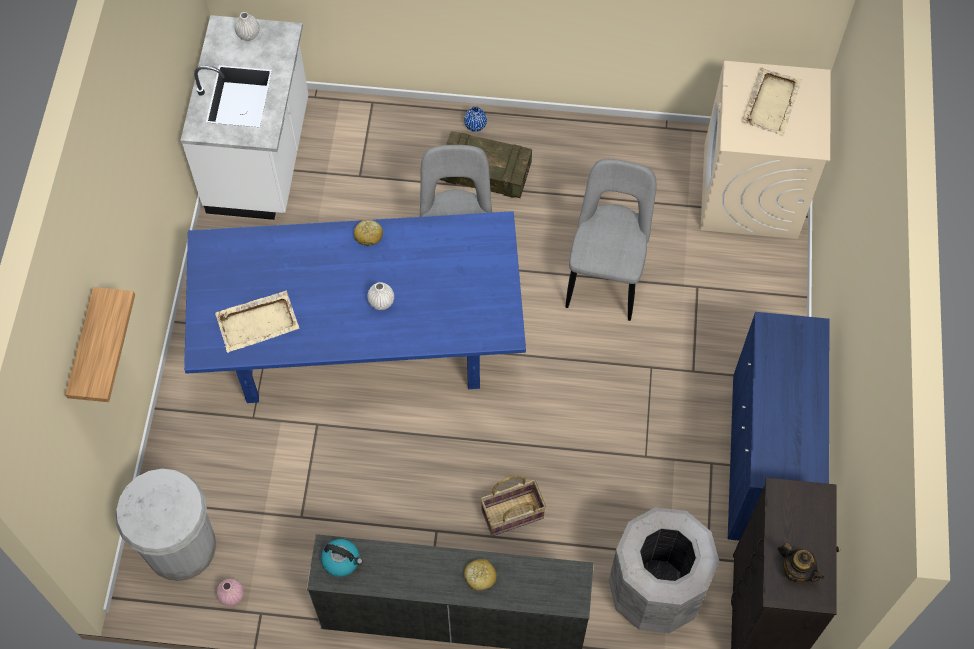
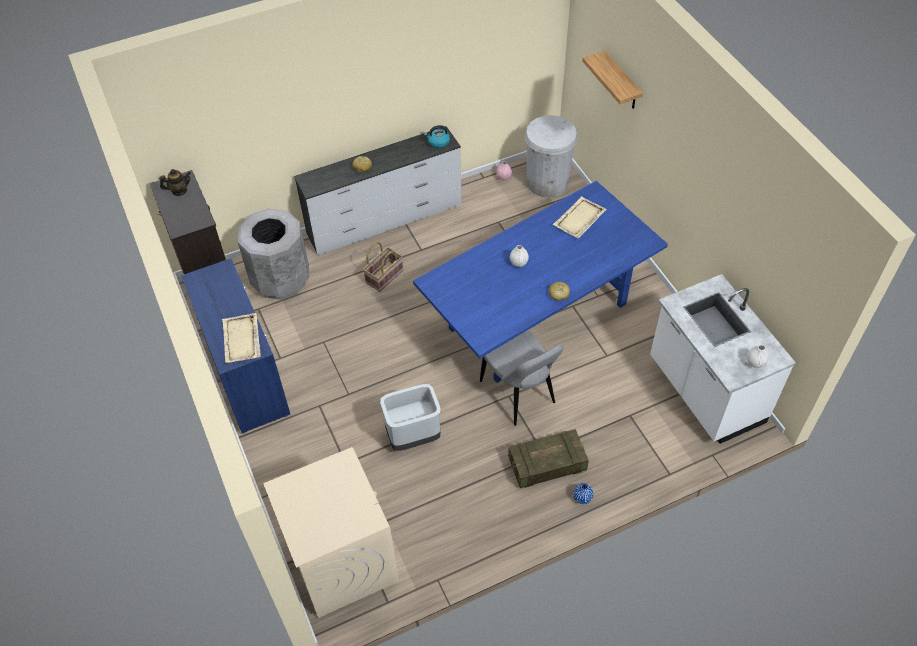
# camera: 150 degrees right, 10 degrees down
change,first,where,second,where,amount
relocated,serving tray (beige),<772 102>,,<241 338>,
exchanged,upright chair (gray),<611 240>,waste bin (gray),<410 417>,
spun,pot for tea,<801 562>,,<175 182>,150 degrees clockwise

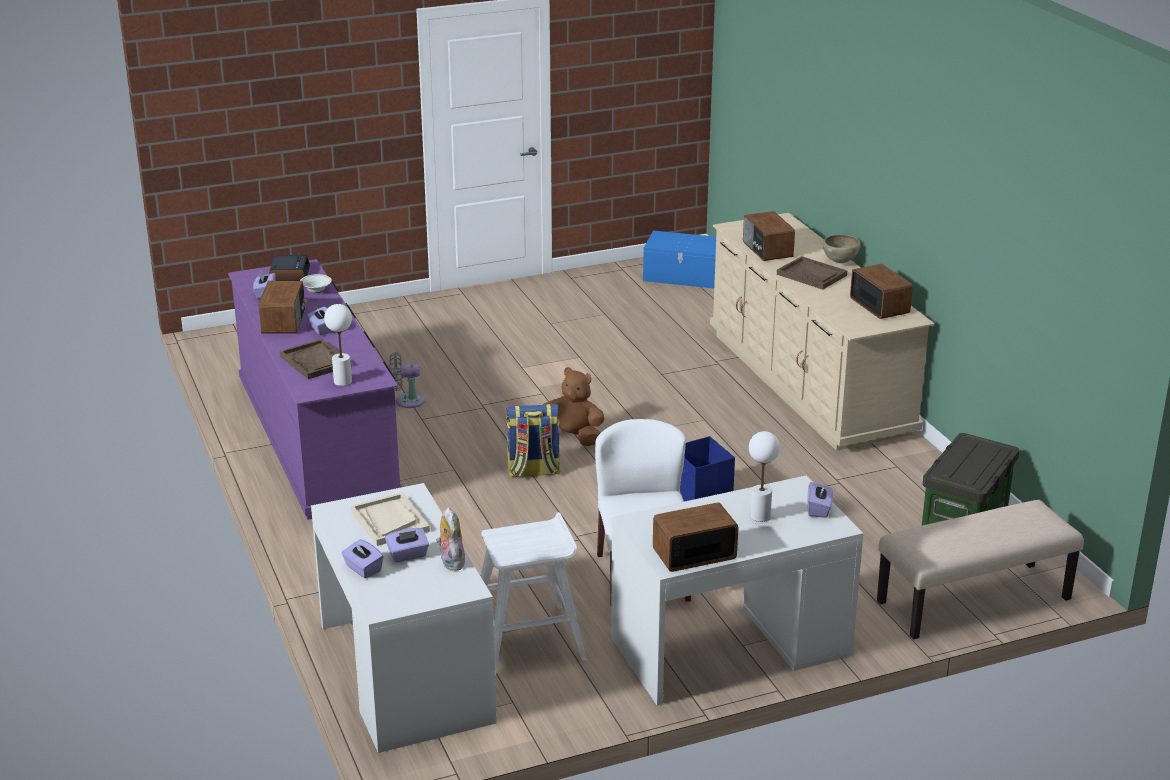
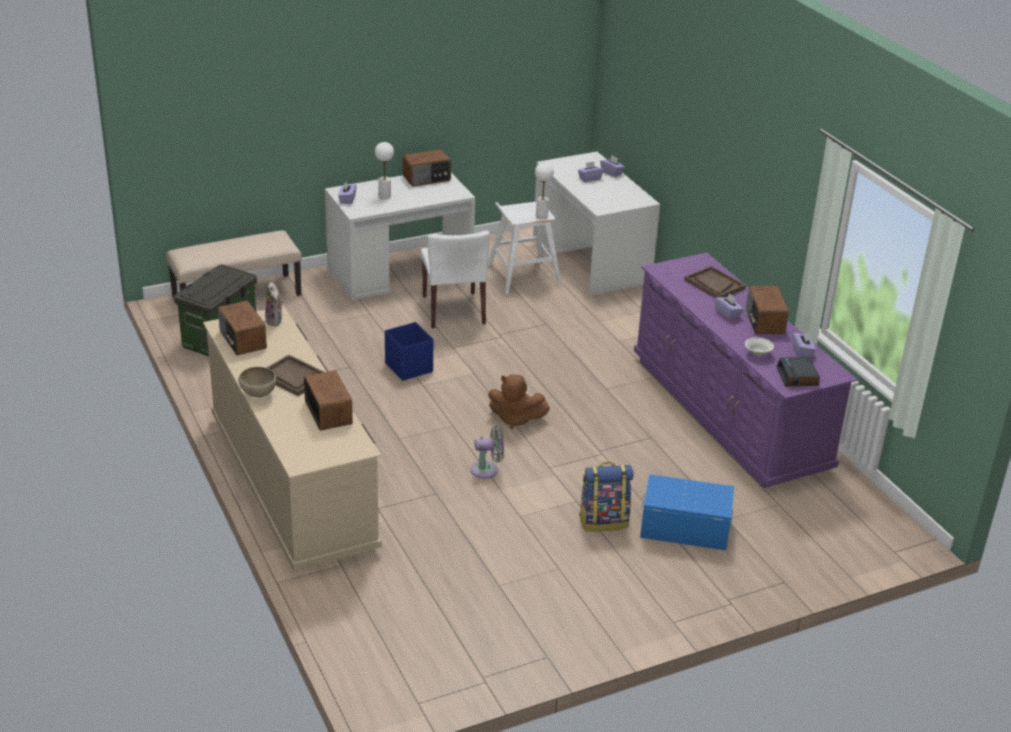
# camera: 175 degrees right, 5 degrees up
change,first,where,second,where,amount
relocated,storage bin (bluish),<679 260>,,<687 512>,
relocated,lamp for a table (white),<338 345>,,<544 190>,
relocated,fan (gray),<407 380>,,<487 452>,
relocated,rucksack,<533 440>,,<606 497>,
missing,serving tray (beige),<390 519>,,,
relocated,cuddly toy,<450 539>,,<274 304>,

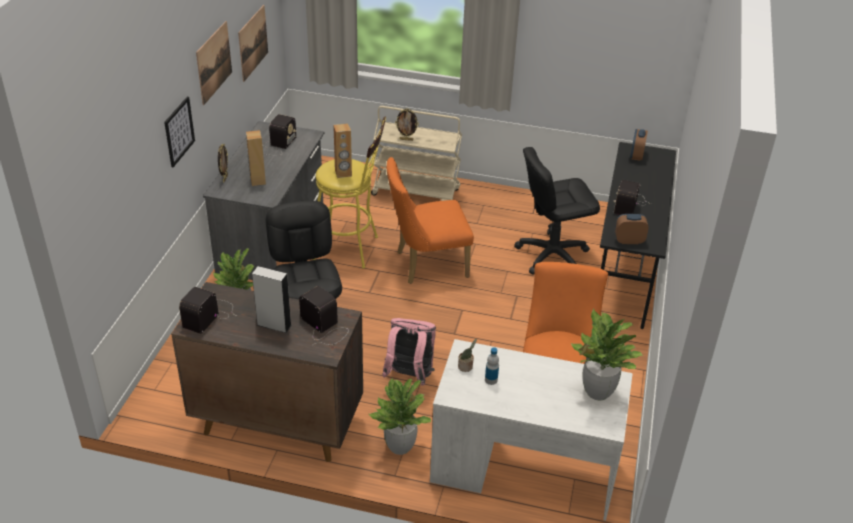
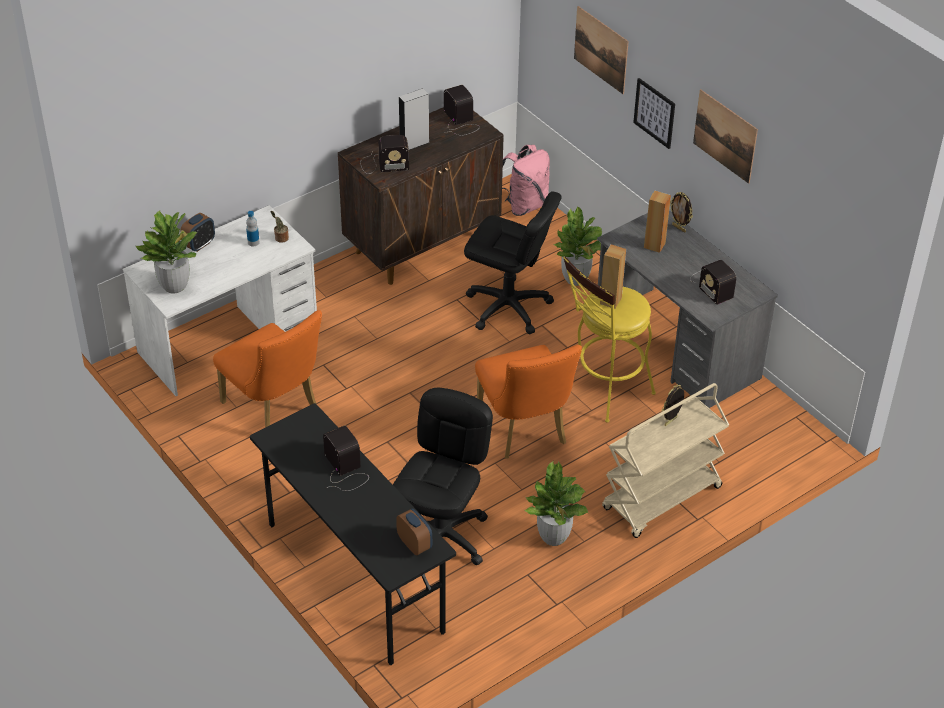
# camera: 130 degrees right, 5 degrees up
change,first,where,second,where,amount
relocated,picture,<253 43>,,<601 50>,
spun,upright chair (orange),<430 220>,,<528 402>,135 degrees clockwise
relocated,table clock,<632 229>,,<198 232>,
relocated,rucksack (pink-coloured),<409 352>,,<526 180>,
relocated,houseplant,<399 416>,,<556 504>,

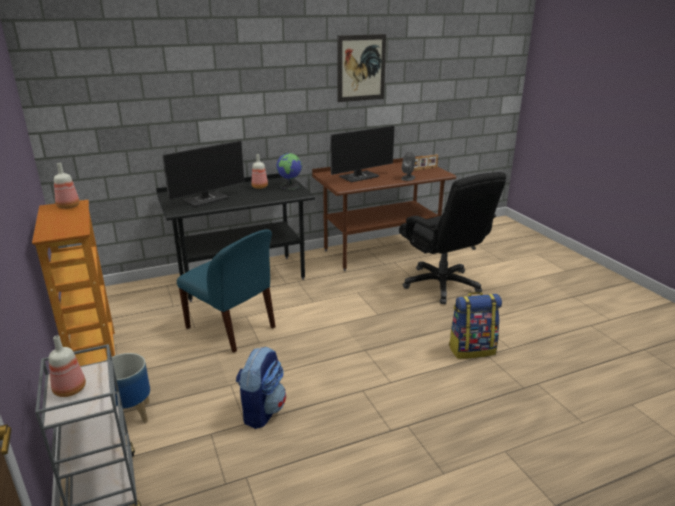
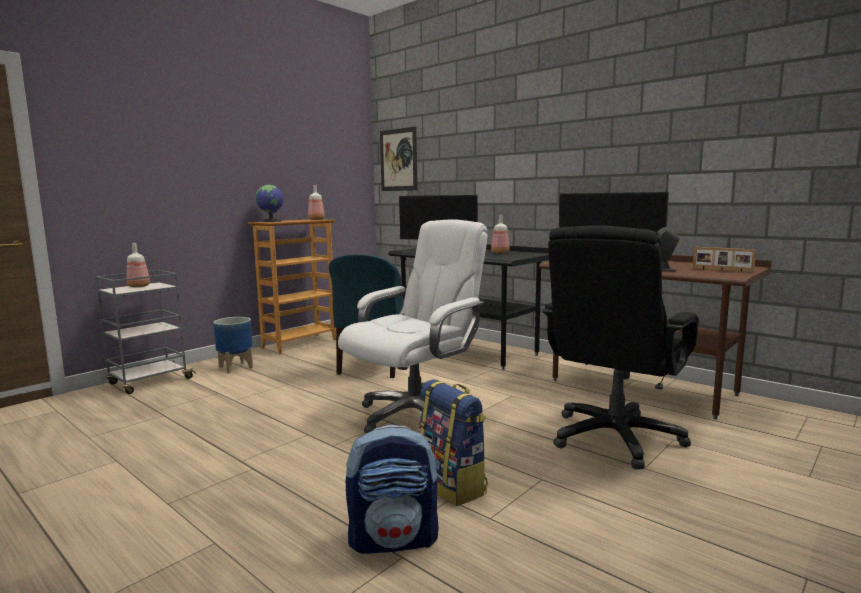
# camera: 65 degrees right, 15 degrees down
change,first,where,second,where,amount
relocated,picture,<362 68>,,<399 158>,
relocated,globe,<289 171>,,<269 203>,
relocated,rucksack,<260 387>,,<392 489>,
appeared,,,computer chair (white),<413 326>,

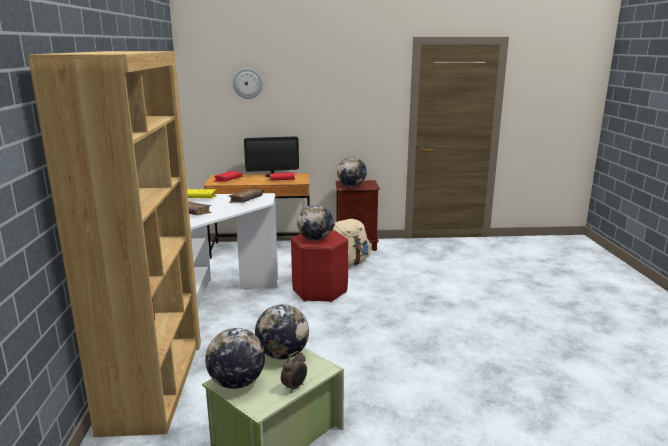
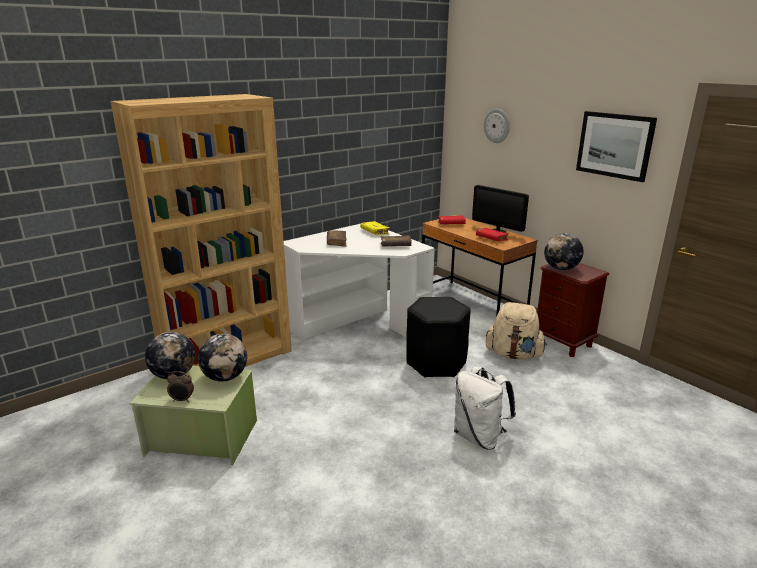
# camera: 55 degrees right, 5 degrees up
change,first,where,second,where,amount
missing,globe,<315 222>,,,
colour,stool seat (reddish),<319 266>,stool seat (blackish),<438 337>,
appeared,,,picture,<616 146>,
appeared,,,rucksack (white),<485 408>,

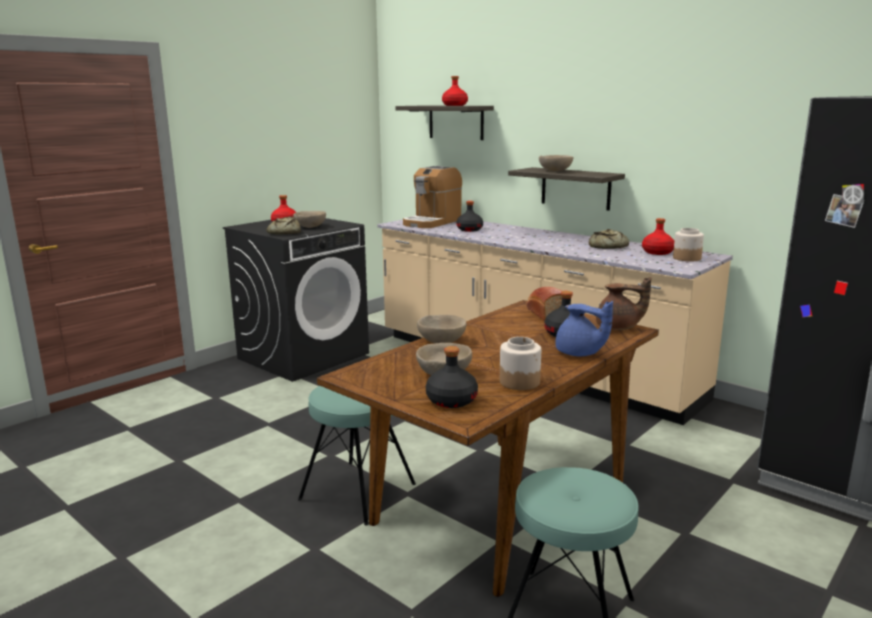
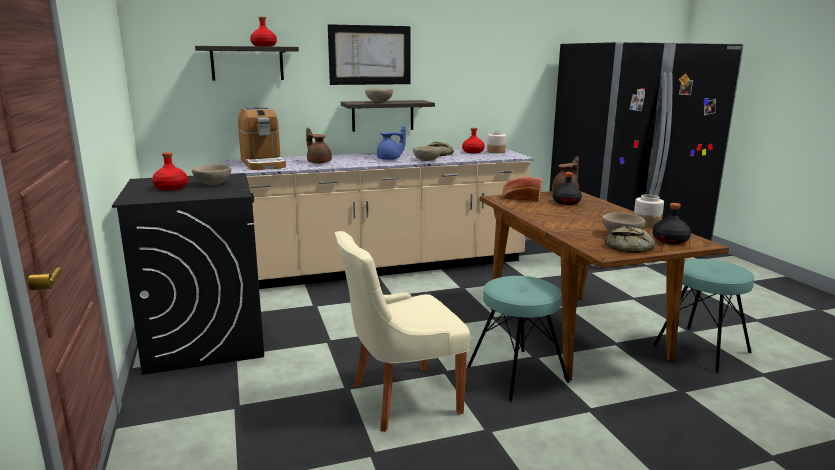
# camera: 60 degrees left, 0 degrees up
change,first,where,second,where,amount
exchanged,beverage bottle (blackish),<469 216>,pot for tea (brown-coloured),<319 146>,
relocated,bread,<283 225>,,<629 239>,
relocated,pot for tea (bluish),<584 328>,,<391 143>,
relocated,deep dish (beige),<441 329>,,<427 153>,
appeared,,,picture,<369 54>,
appeared,,,upright chair (beige),<402 331>,

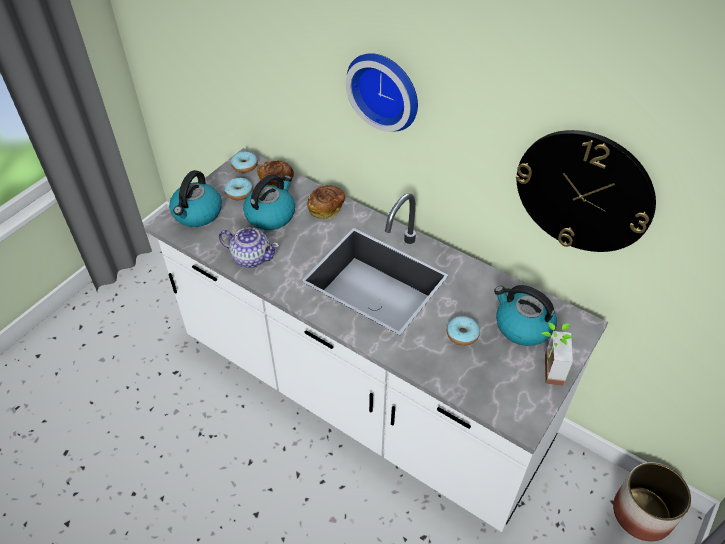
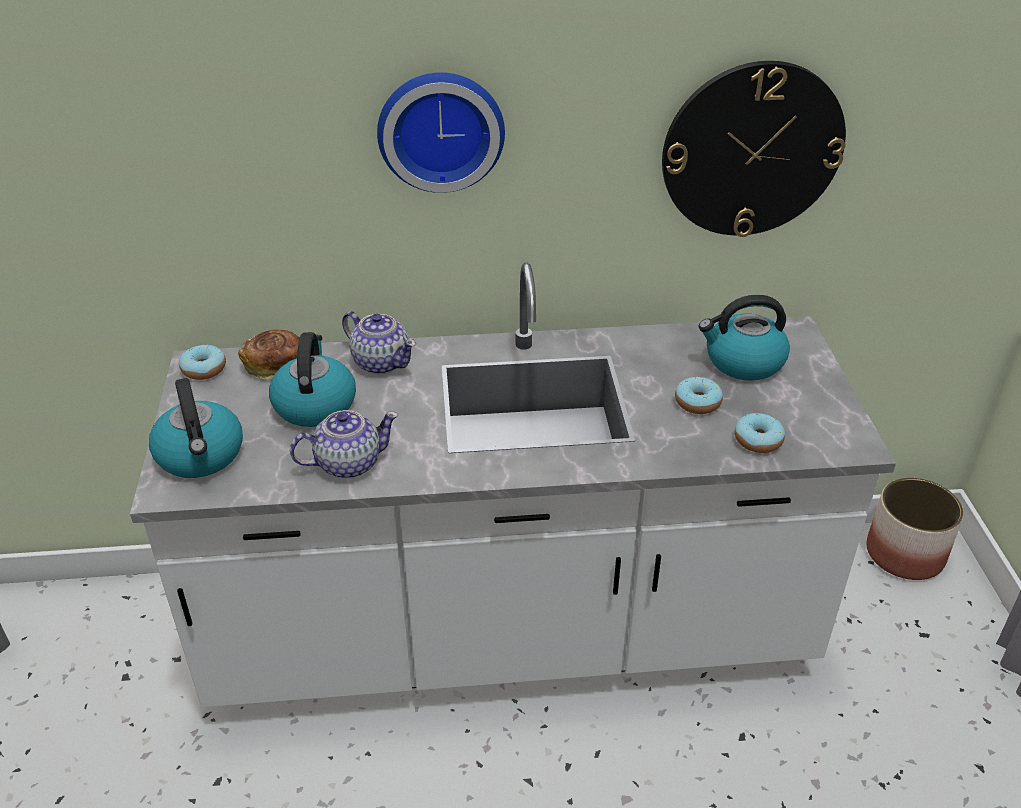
# camera: 40 degrees left, 10 degrees down
change,first,where,second,where,amount
relocated,doughnut,<239 189>,,<760 433>,
exchanged,bread,<326 202>,pot for tea,<379 342>,
missing,houseplant,<557 354>,,,

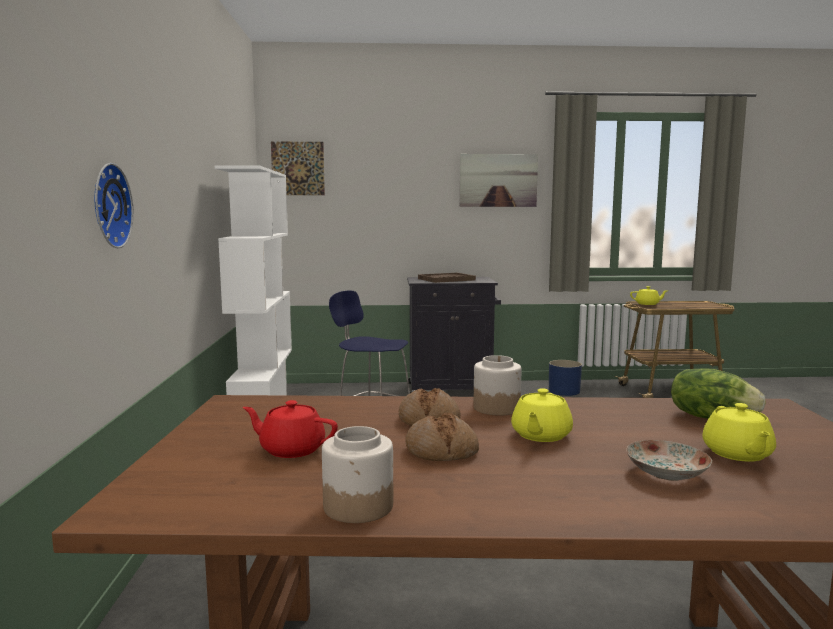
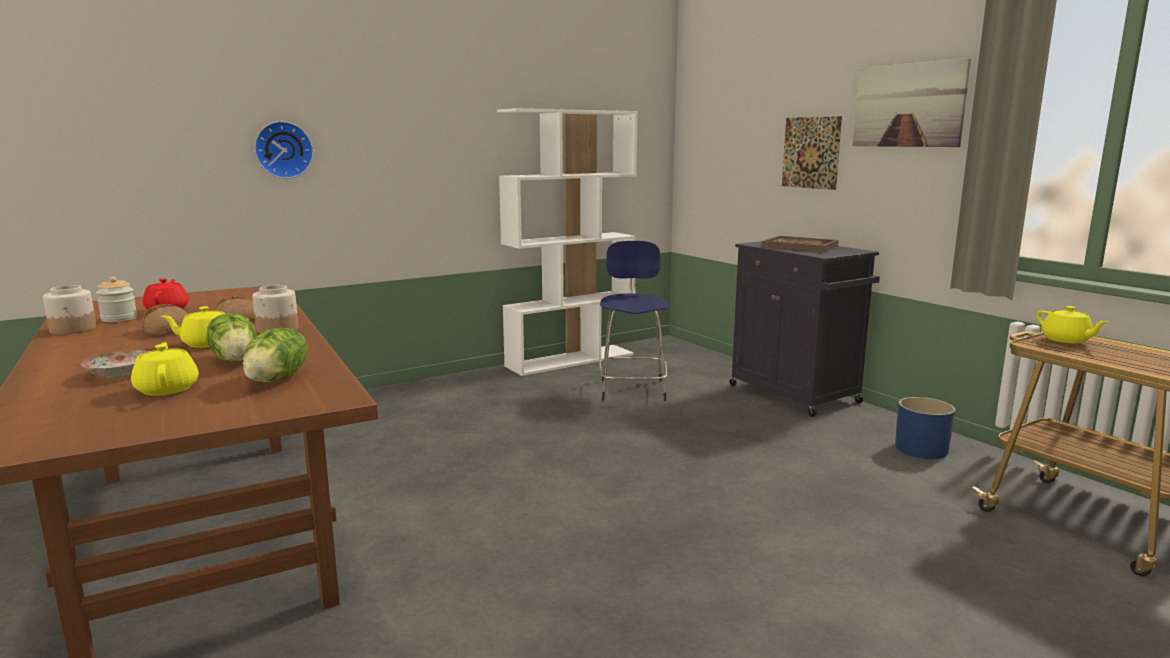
# camera: 60 degrees right, 5 degrees up
change,first,where,second,where,amount
relocated,picture,<298 168>,,<812 153>,
spun,pot for tea (yellowish),<739 432>,,<165 369>,90 degrees clockwise
appeared,,,preserve jar,<116 299>,
appeared,,,lettuce,<232 337>,

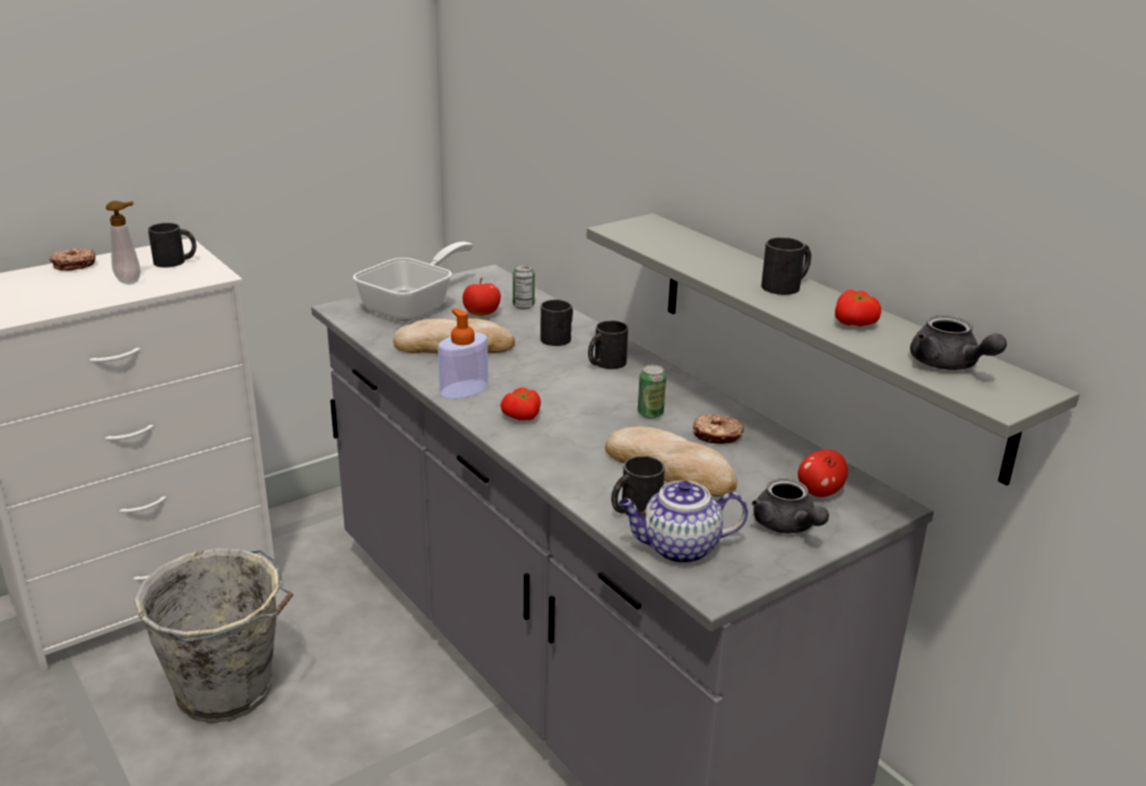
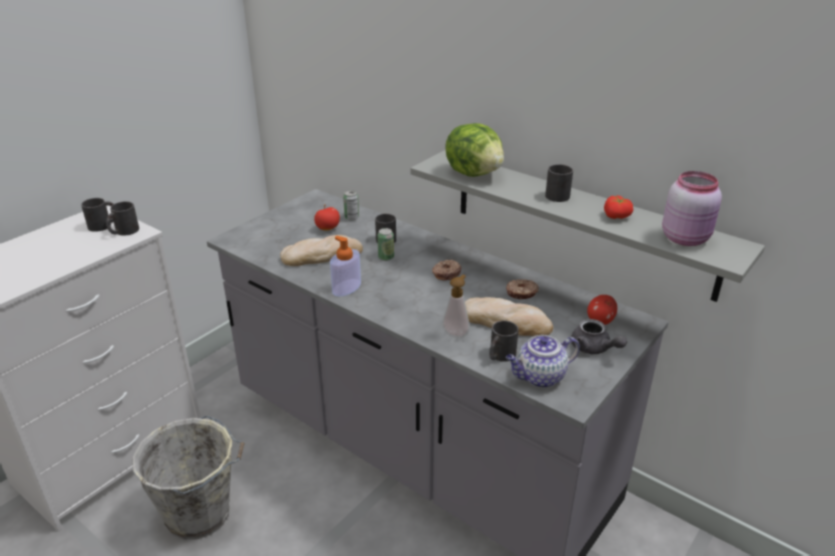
# camera: 15 degrees left, 5 degrees up
change,first,where,second,where,amount
relocated,soap bottle,<123 242>,,<456 306>,
missing,skillet,<413 281>,,,
relocated,doughnut,<72 259>,,<447 270>,
exchanged,pot for tea (gray),<958 342>,preserve jar (pink-coloured),<692 208>,
relocated,tea mug (blackish),<608 345>,,<122 218>,
relocated,can,<652 392>,,<385 244>,
missing,tomato,<521 404>,,,
appeared,,,lettuce,<474 150>,

